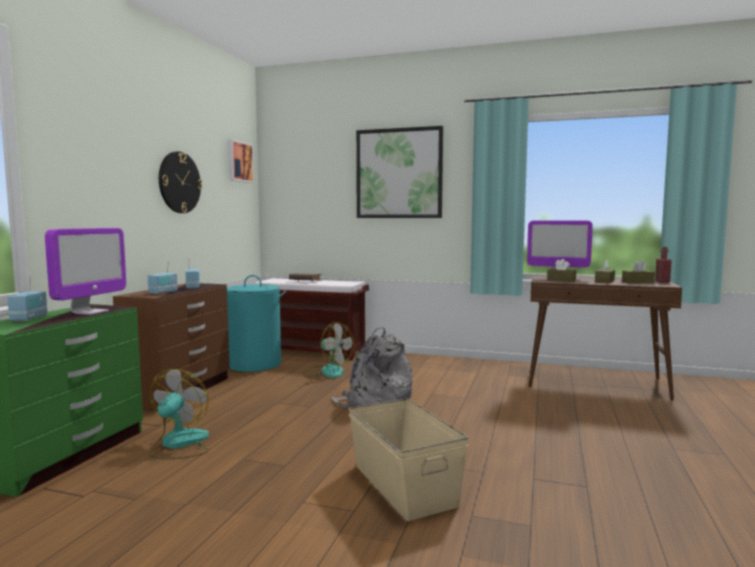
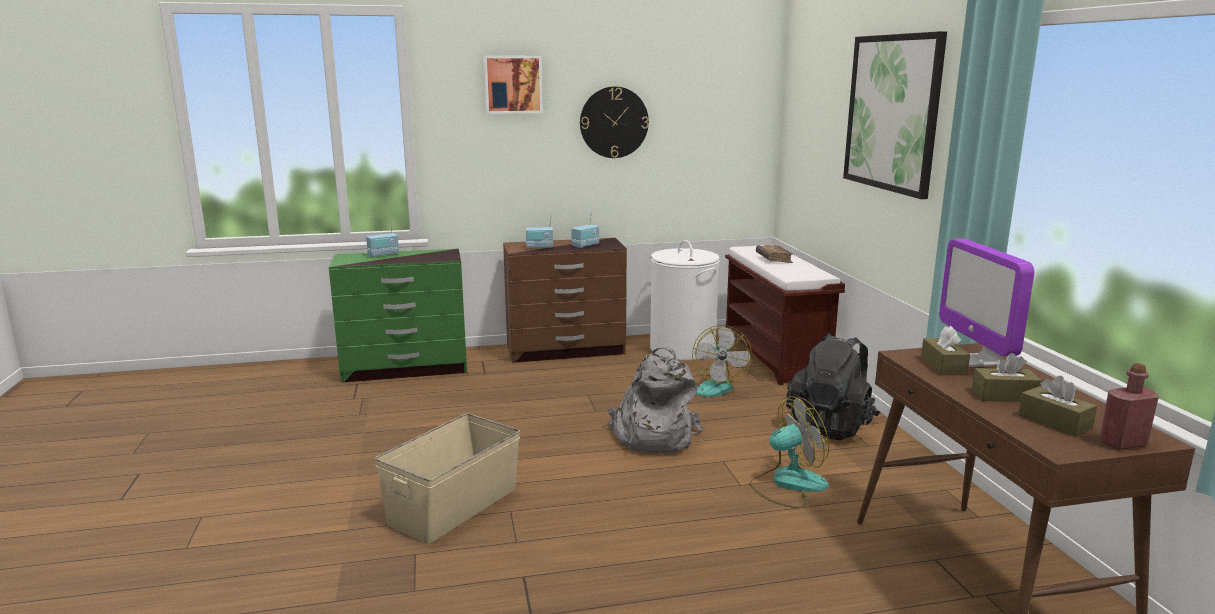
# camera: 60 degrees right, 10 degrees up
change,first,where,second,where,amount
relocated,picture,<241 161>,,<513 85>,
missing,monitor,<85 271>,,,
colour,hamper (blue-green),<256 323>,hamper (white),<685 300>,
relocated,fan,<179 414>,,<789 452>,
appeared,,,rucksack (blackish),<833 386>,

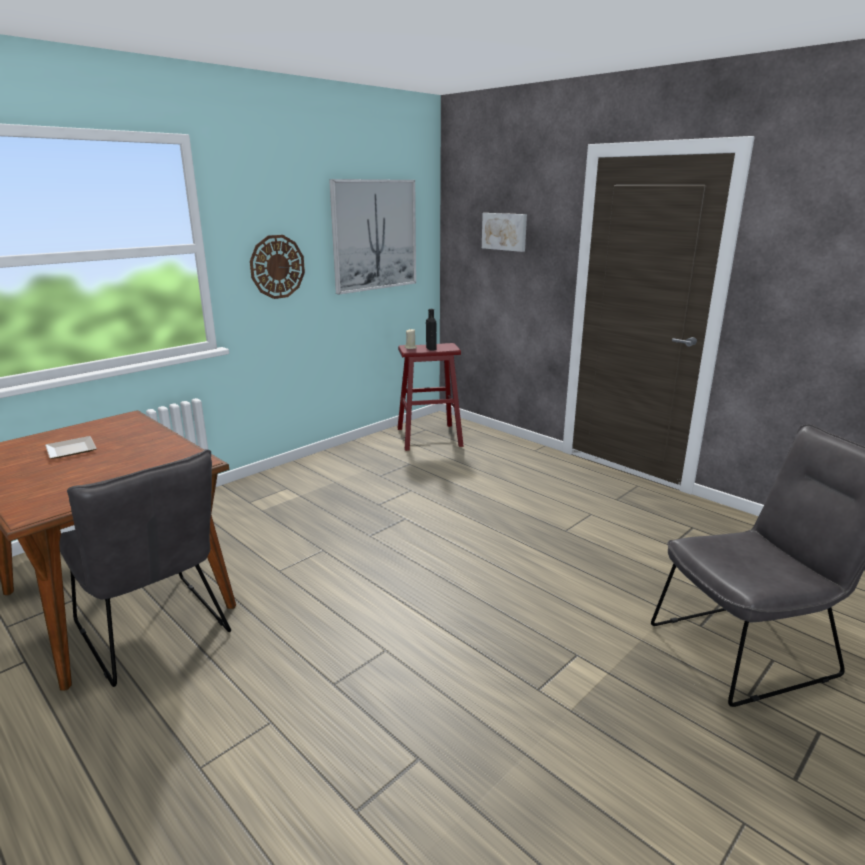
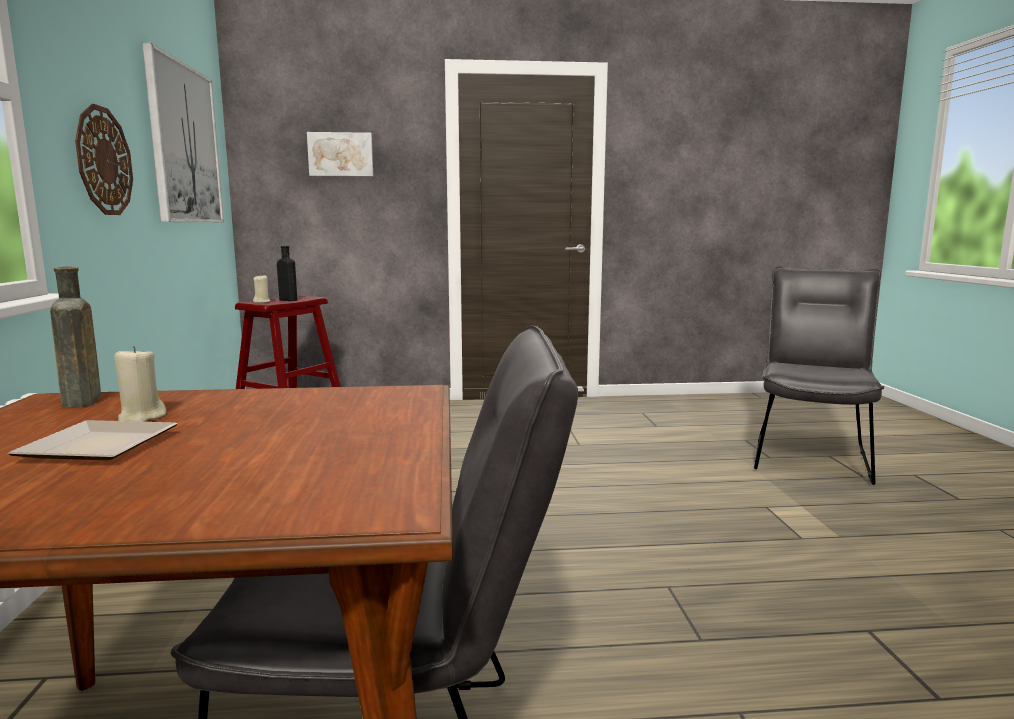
# camera: 50 degrees left, 10 degrees down
change,first,where,second,where,amount
appeared,,,beverage bottle (brown-coloured),<75 337>,
appeared,,,wax light (beige),<140 384>,

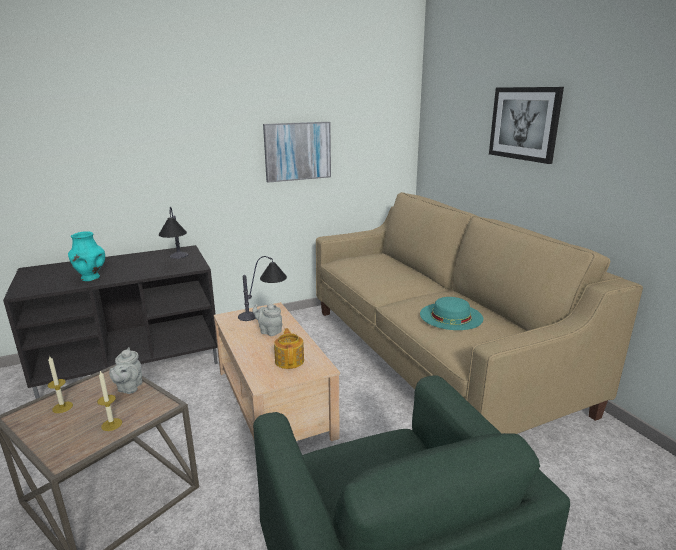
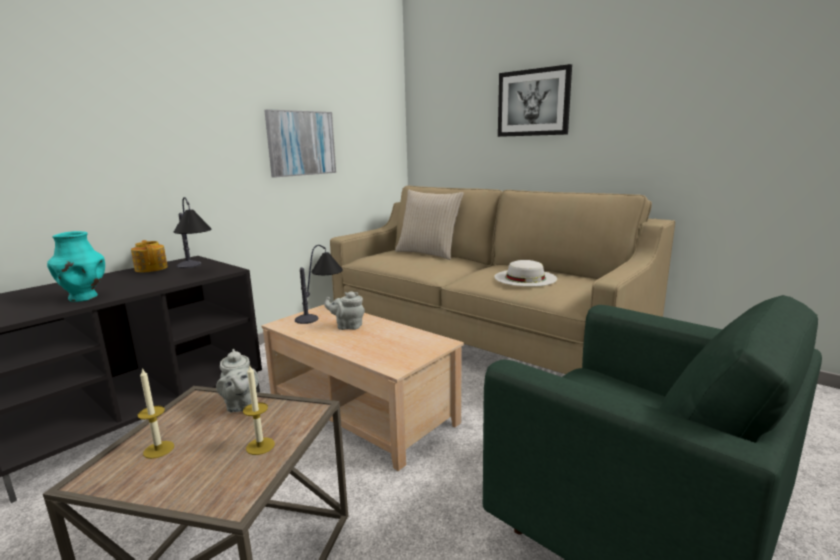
# camera: 25 degrees left, 5 degrees down
change,first,where,second,where,amount
colour,clothing hat (blue-green),<451 313>,clothing hat (white),<525 273>,
relocated,pot for tea,<289 348>,,<149 256>,
appeared,,,pillow (beige),<429 225>,

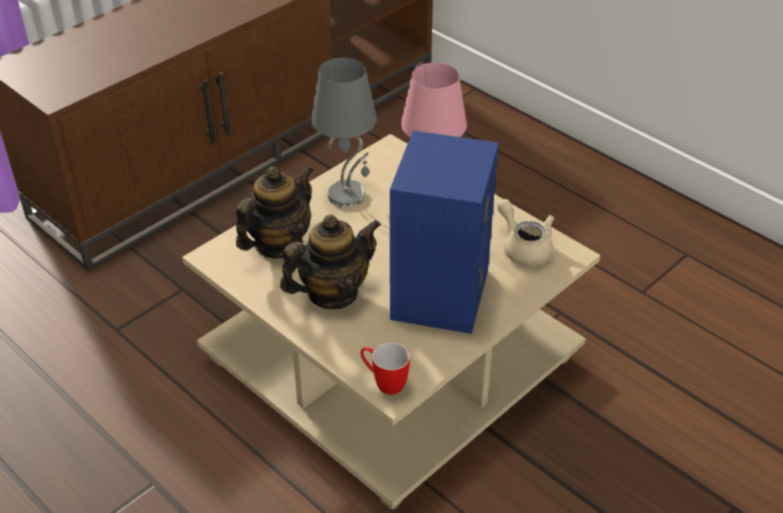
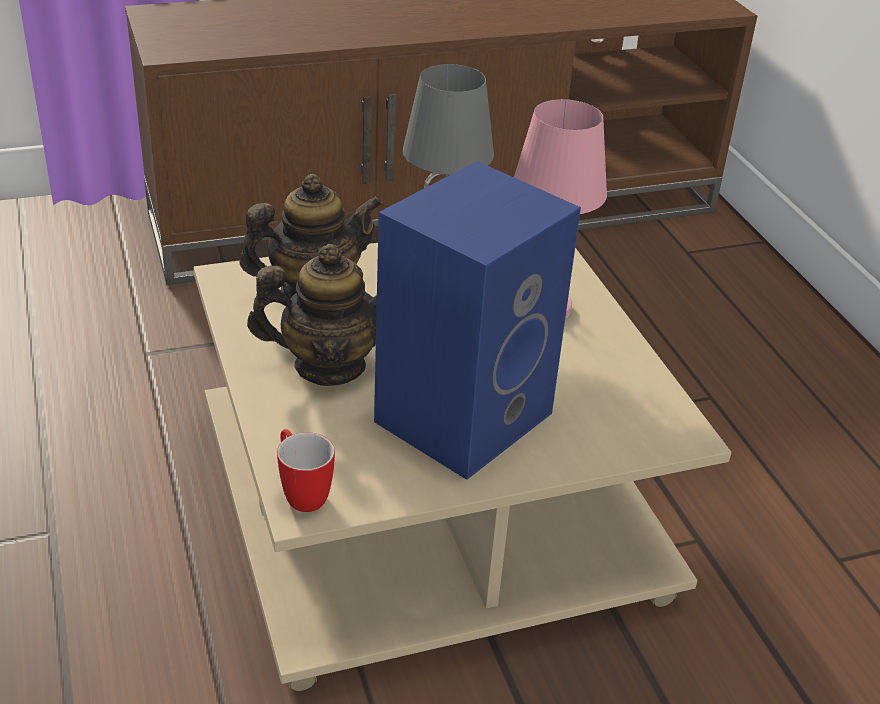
# camera: 25 degrees right, 5 degrees down
change,first,where,second,where,amount
missing,pot for tea (beige),<525 232>,,,

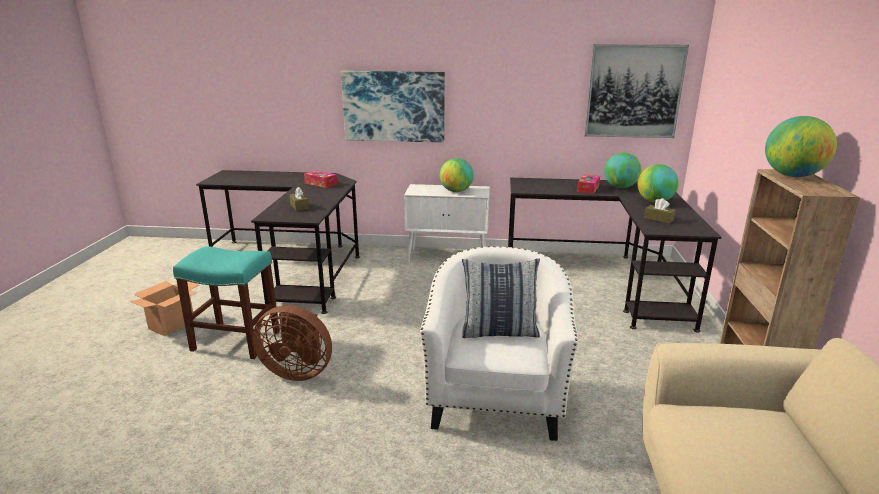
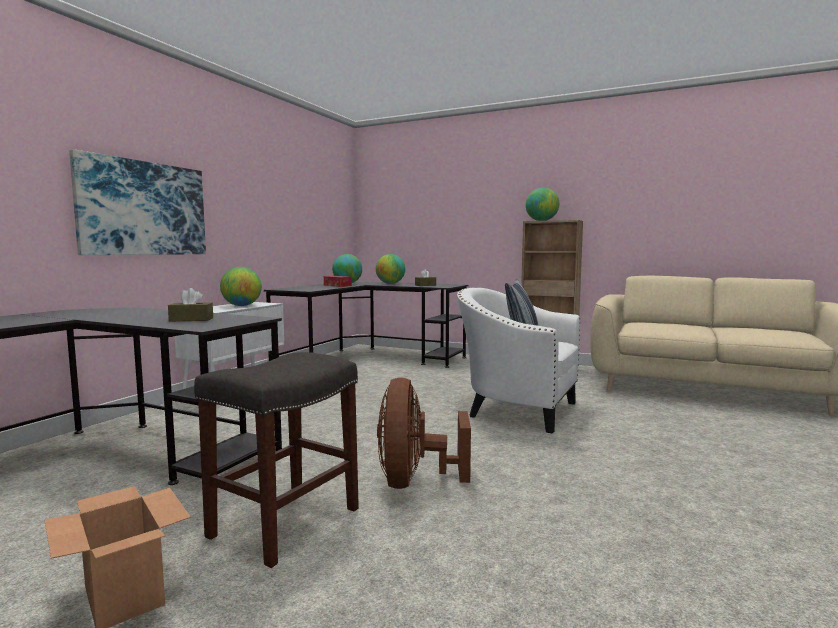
# camera: 70 degrees left, 15 degrees down
change,first,where,second,where,amount
missing,picture,<636 91>,,,
missing,tissue holder,<320 179>,,,
colour,stool seat (blue-green),<226 302>,stool seat (gray),<276 460>,
spun,fan (brown-coloured),<292 343>,,<424 433>,150 degrees clockwise

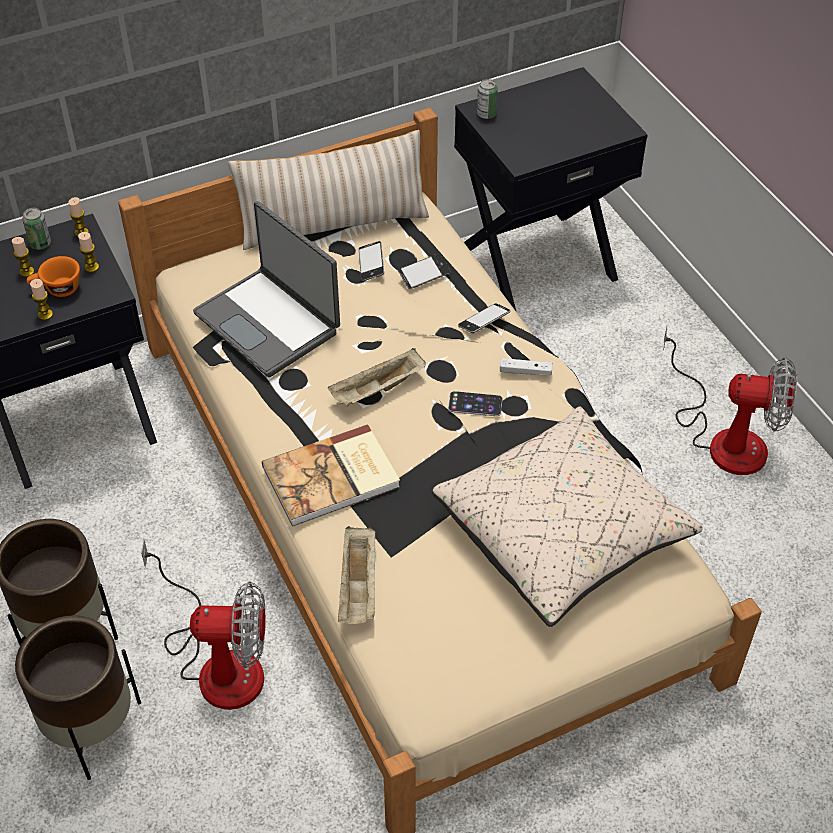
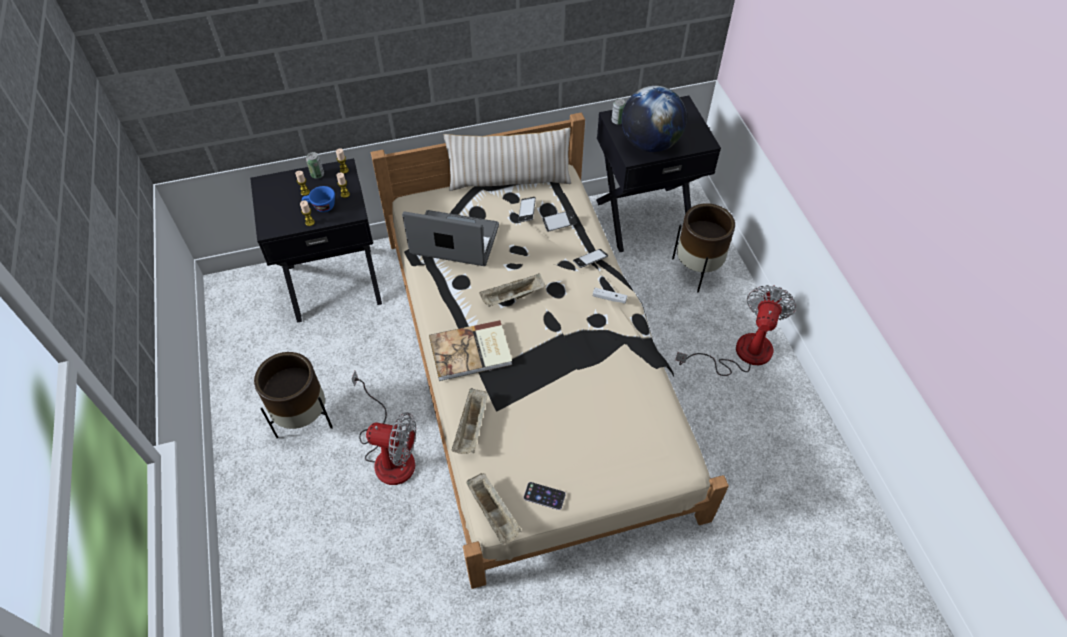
# camera: 10 degrees right, 5 degrees up
change,first,where,second,where,amount
spun,laptop,<266 289>,,<450 238>,135 degrees clockwise
colour,small cup (orange),<53 276>,small cup (bluish),<318 199>,
spun,fan,<730 400>,,<736 330>,90 degrees counterclockwise
relocated,handset,<475 403>,,<544 496>,
missing,pillow (beige),<567 517>,,,
relocated,planter (brown-coloured),<78 697>,,<703 248>,
appeared,,,globe,<654 119>,
appeared,,,serving tray (beige),<494 509>,

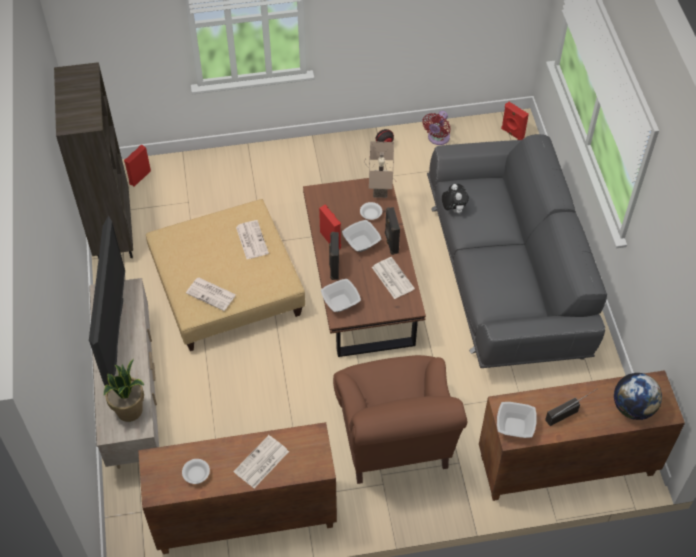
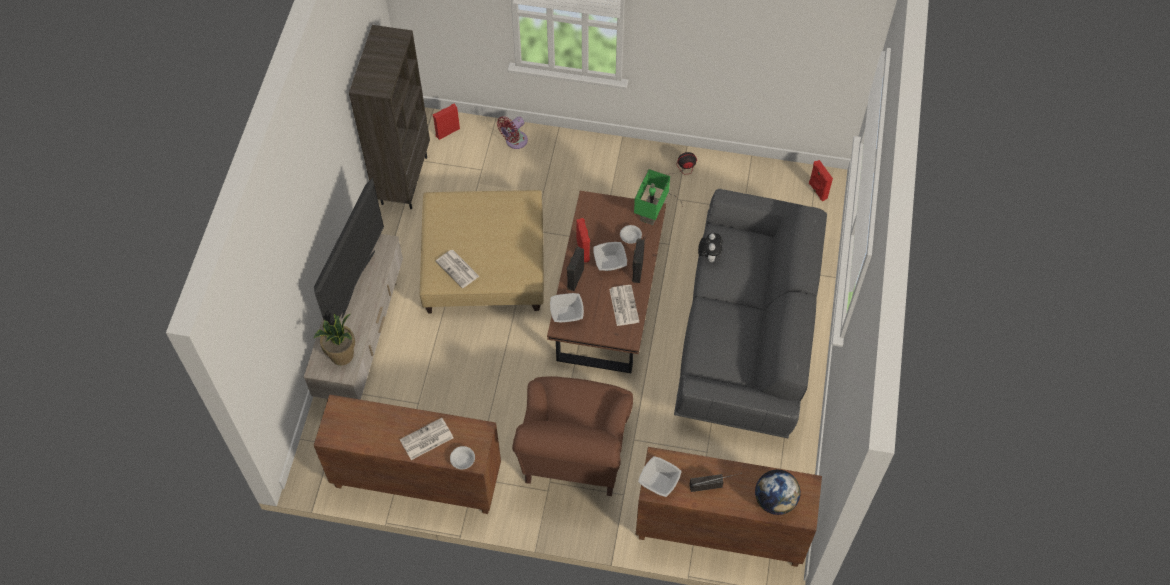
# camera: 20 degrees right, 5 degrees up
change,first,where,second,where,amount
relocated,fan (reddish),<436 128>,,<512 132>,
colour,lamp for a table (beige),<381 169>,lamp for a table (green-coloured),<652 197>,
missing,printed paper,<252 239>,,,
relocated,deep dish (white),<196 471>,,<462 457>,

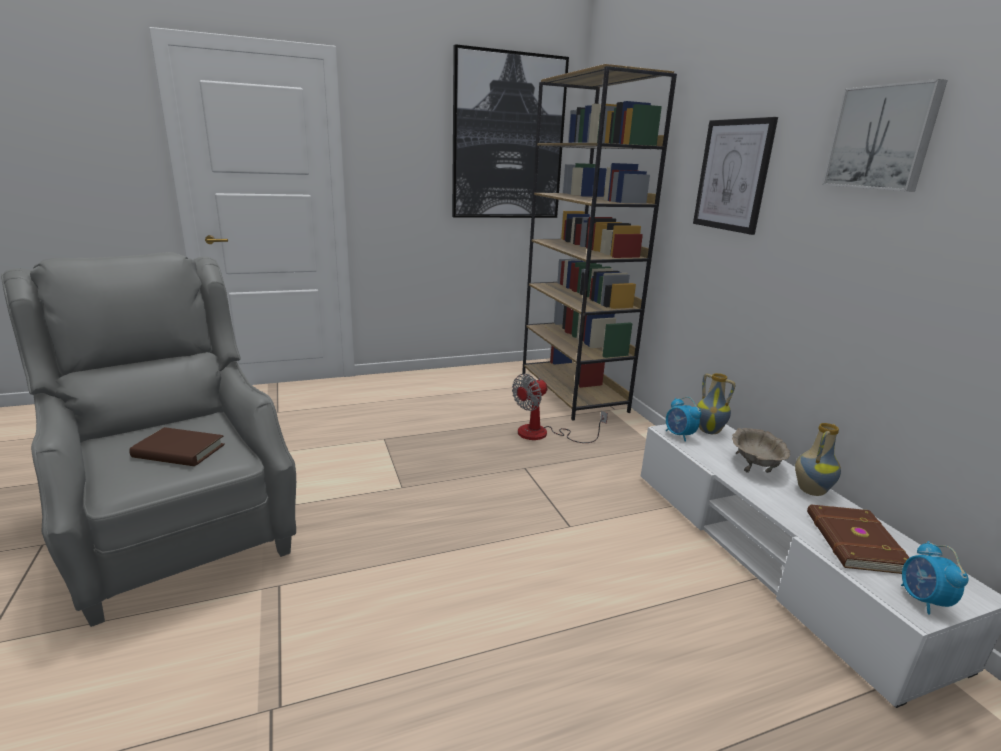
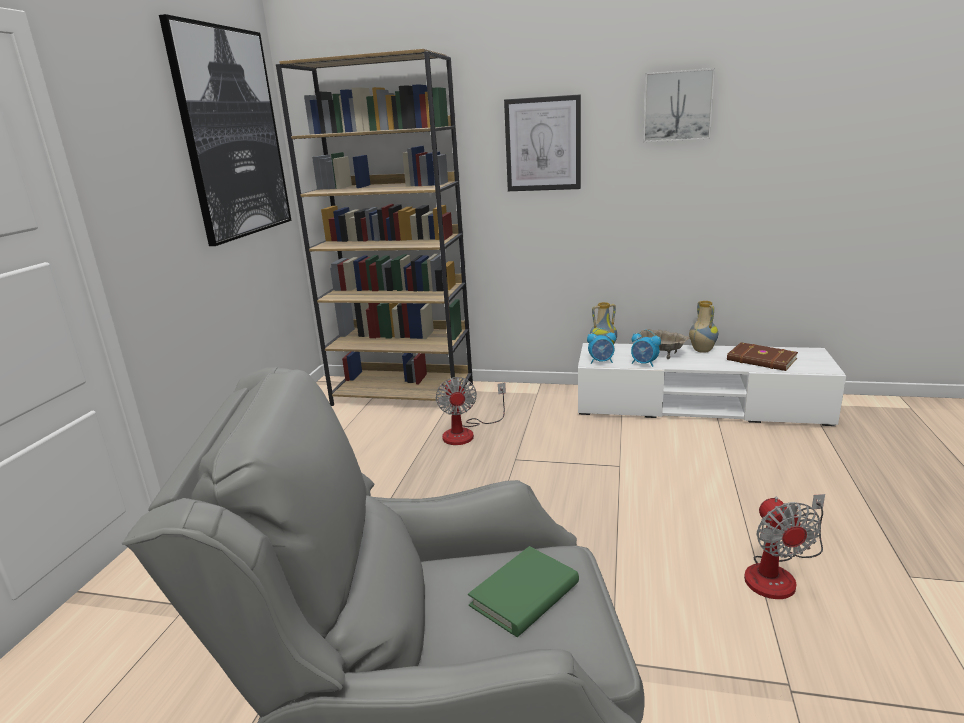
# camera: 55 degrees left, 0 degrees up
change,first,where,second,where,amount
colour,bound book (brown-coloured),<177 446>,bound book (green-coloured),<523 591>,
relocated,table clock,<934 578>,,<646 348>,
appeared,,,fan,<784 546>,

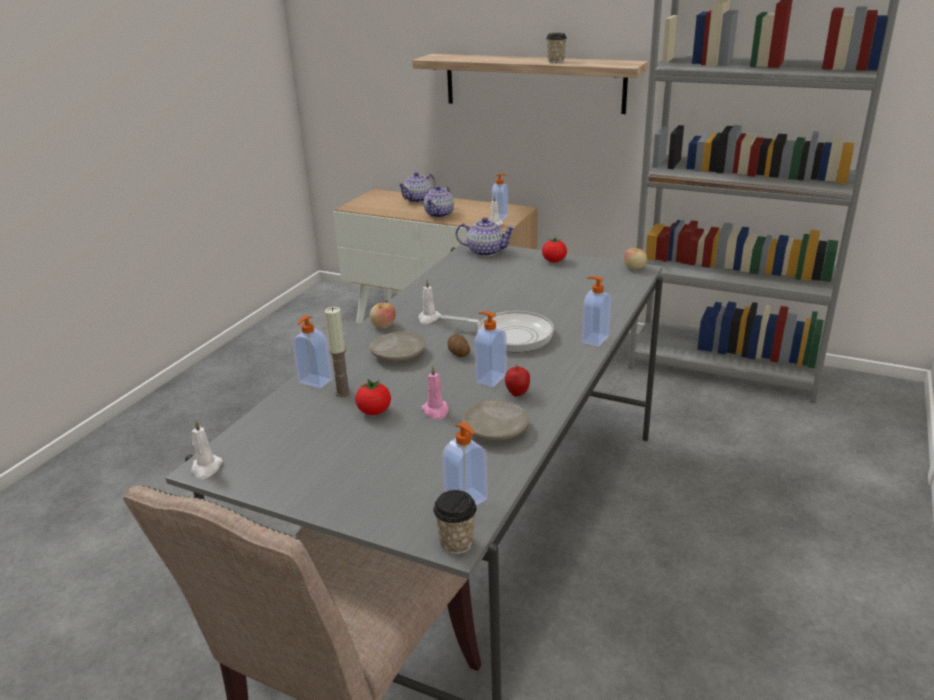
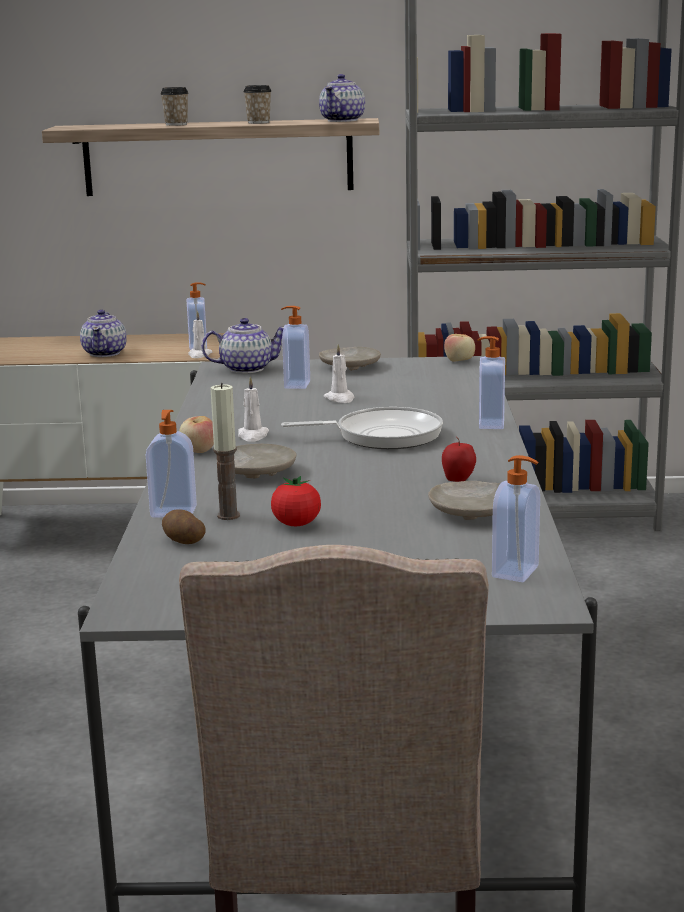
# camera: 25 degrees left, 10 degrees down
change,first,where,second,where,amount
relocated,pot for tea,<416 187>,,<342 98>,
exchanged,tomato,<554 249>,dinner plate (beige),<350 359>,
relocated,soap bottle,<490 349>,,<295 347>,
relocated,whole potato,<459 345>,,<184 527>,
missing,wax light (pink-coloured),<435 392>,,,
relocated,wax light (white),<207 449>,,<339 373>,
relocated,small cup,<455 522>,,<174 106>,

